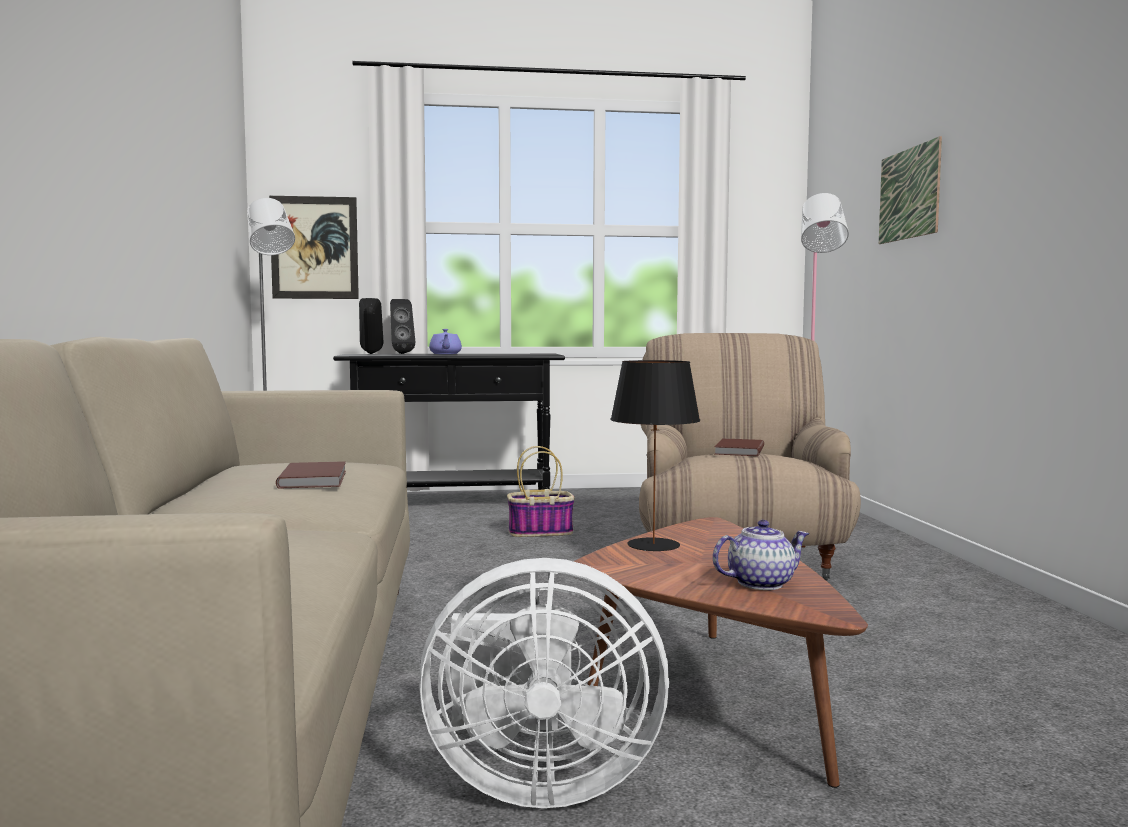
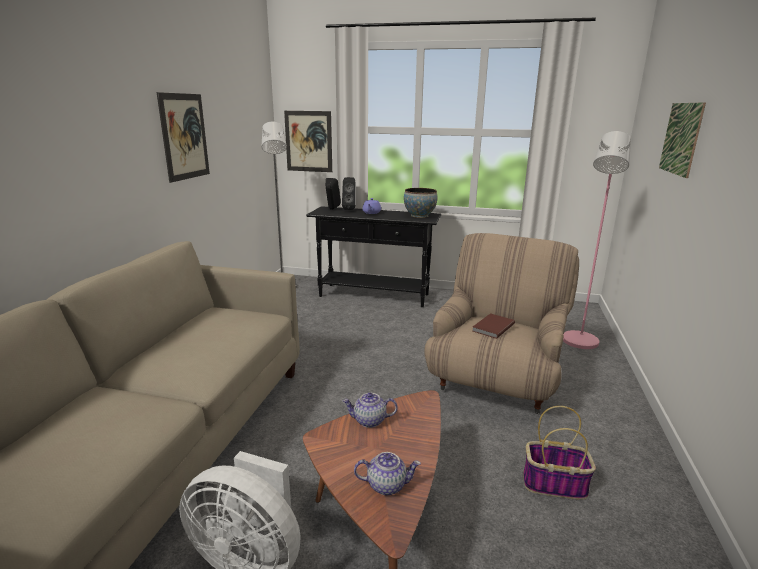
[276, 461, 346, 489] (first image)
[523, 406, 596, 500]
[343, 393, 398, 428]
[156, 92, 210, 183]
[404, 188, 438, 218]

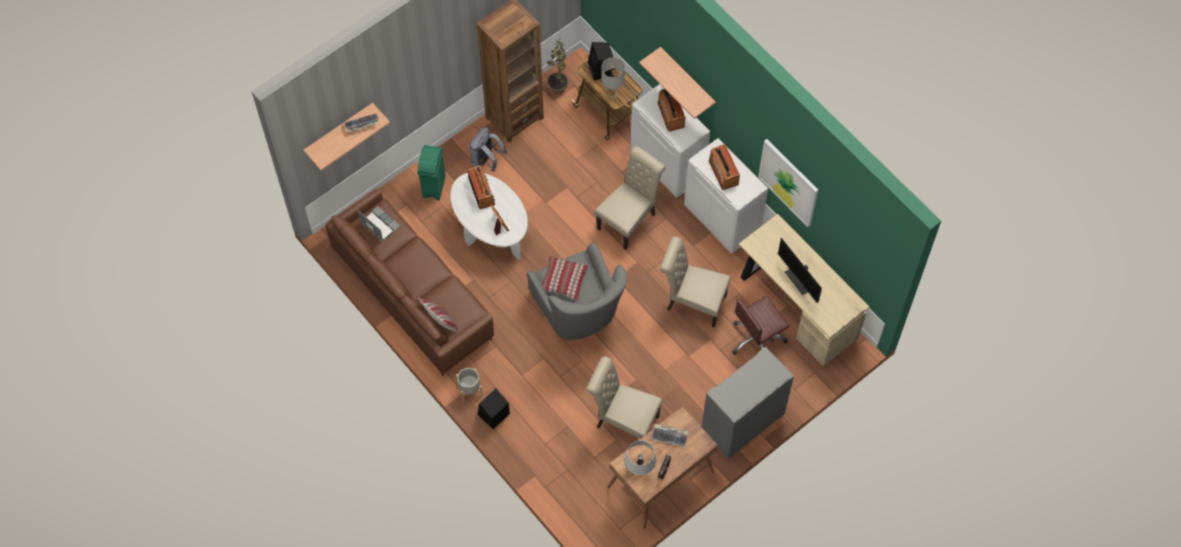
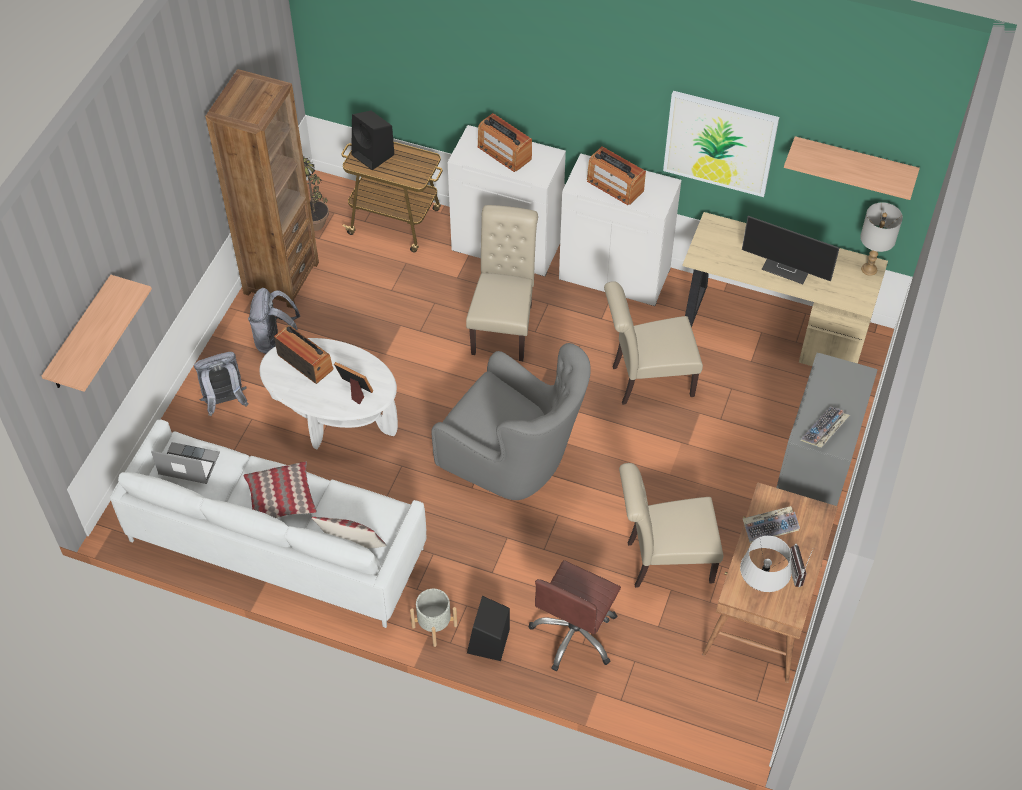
[110, 420, 427, 628]
[801, 406, 850, 448]
[194, 352, 248, 416]
[243, 462, 317, 518]
[860, 202, 903, 276]
[784, 136, 920, 200]
[529, 560, 621, 671]

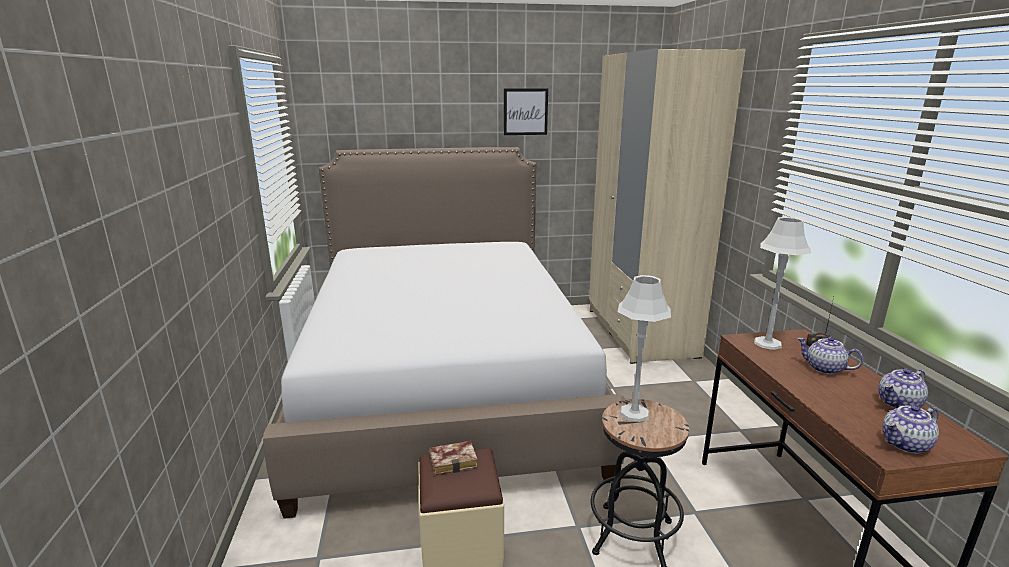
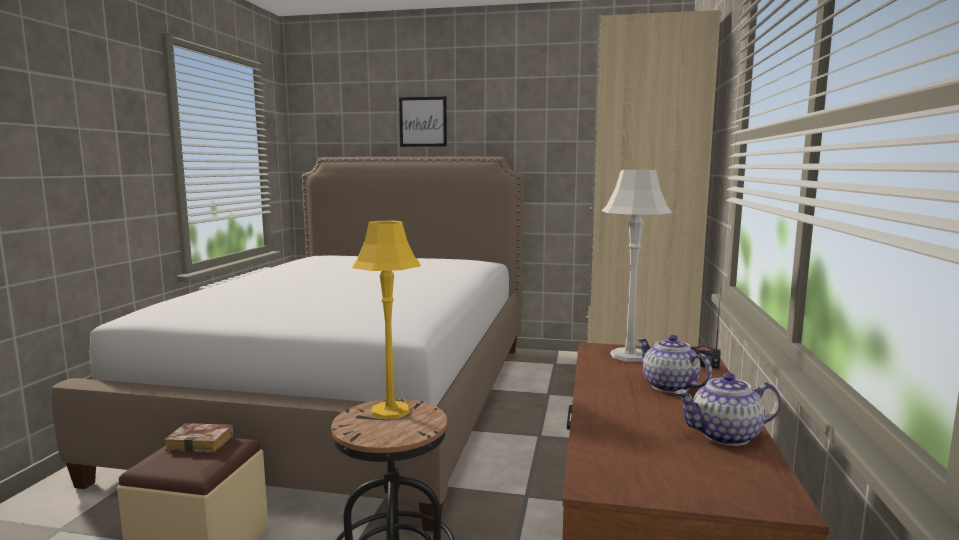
[399, 97, 447, 147]
[352, 221, 421, 419]
[882, 405, 939, 454] (first image)

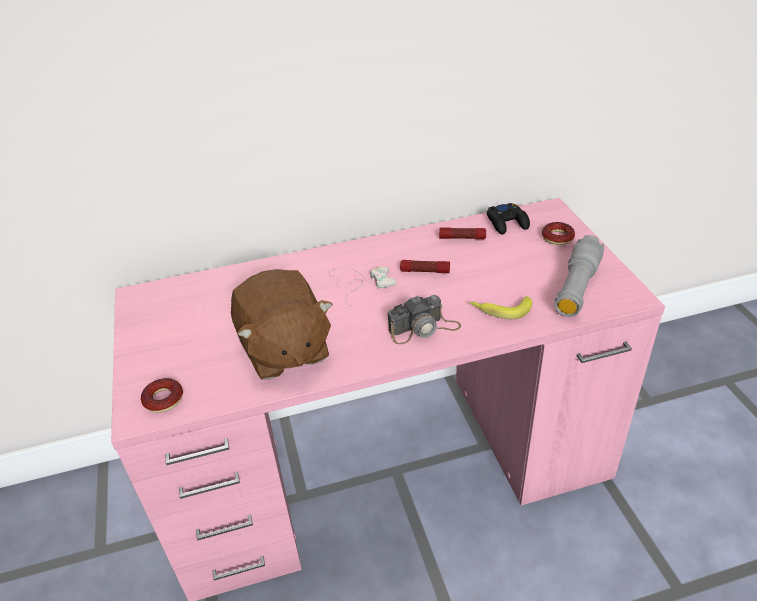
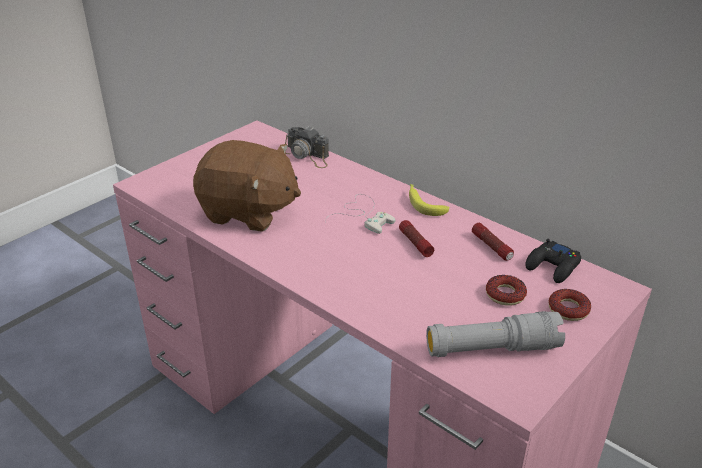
[486, 275, 527, 306]
[193, 140, 301, 232]
[285, 126, 329, 168]
[409, 184, 449, 216]

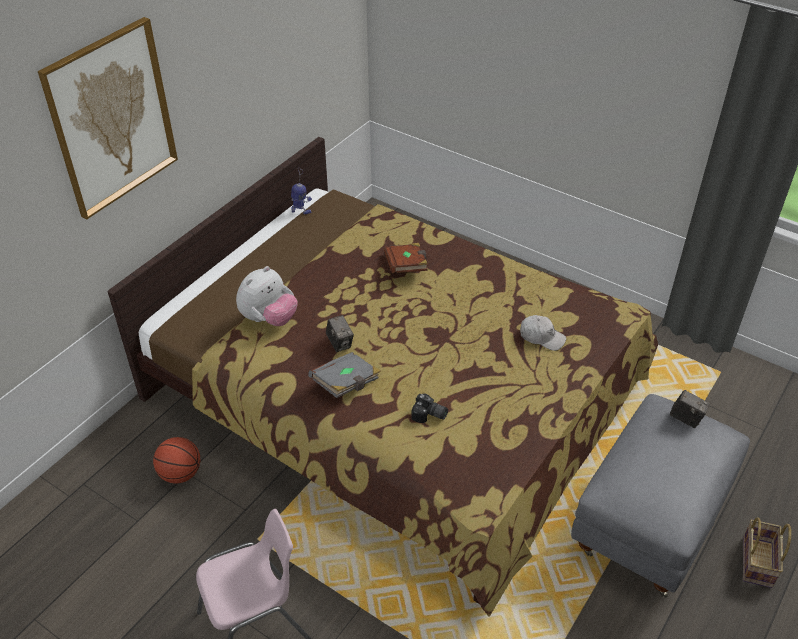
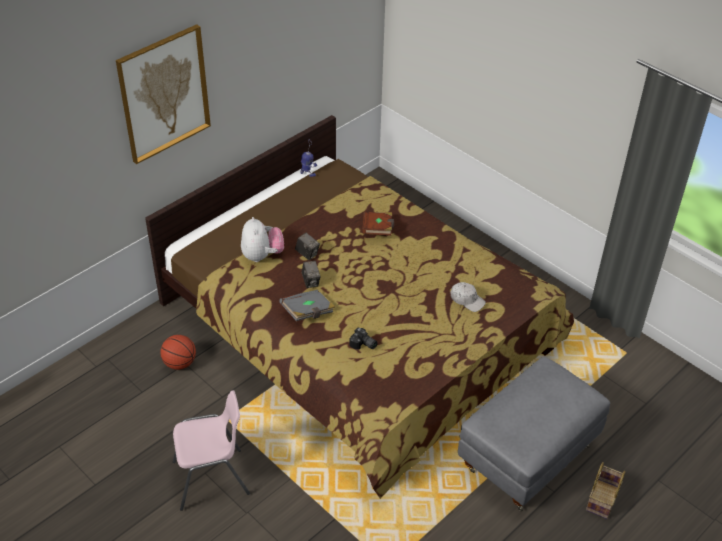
[241, 217, 284, 262]
[295, 233, 320, 260]

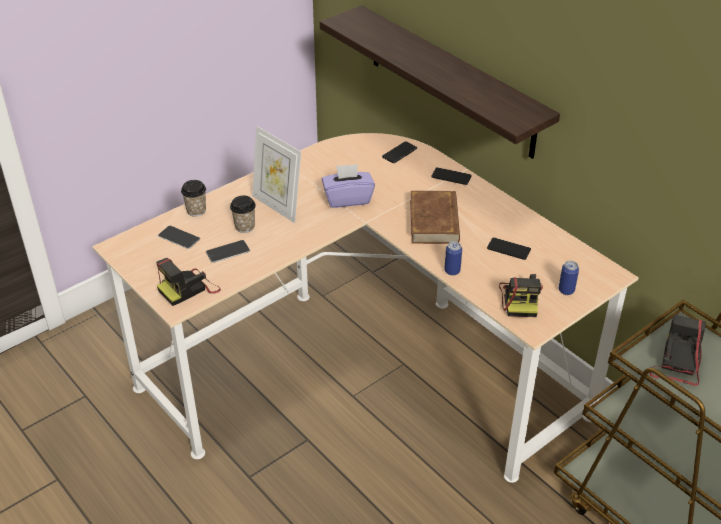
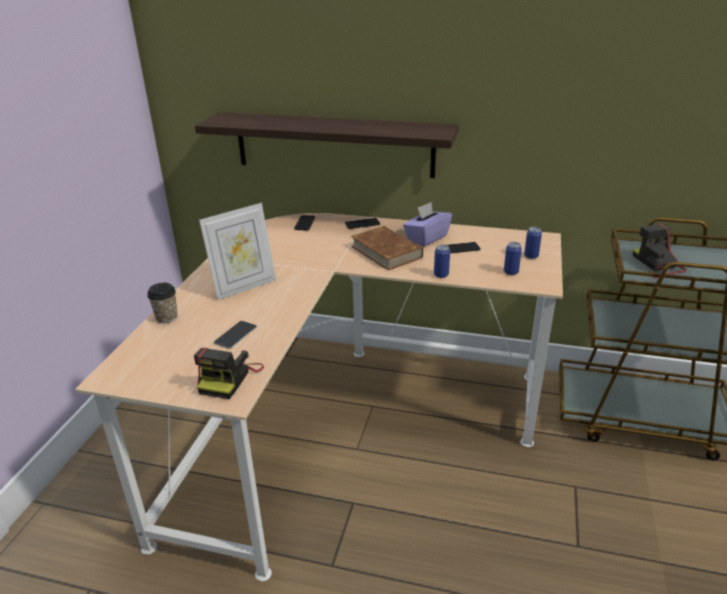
[158, 226, 200, 249] (first image)
[230, 195, 256, 233] (first image)
[199, 203, 276, 300]
[403, 202, 452, 247]
[504, 242, 522, 275]

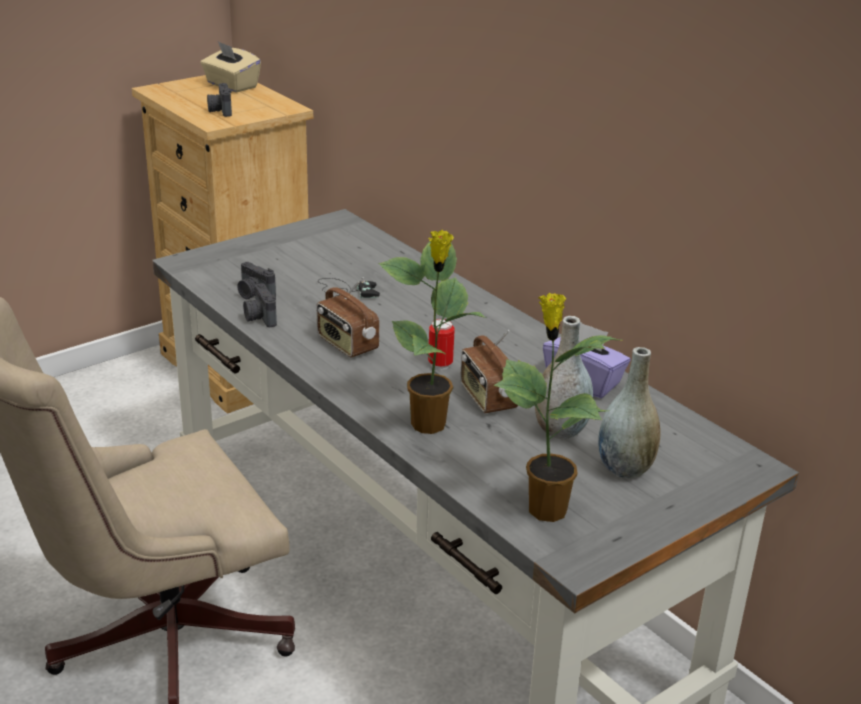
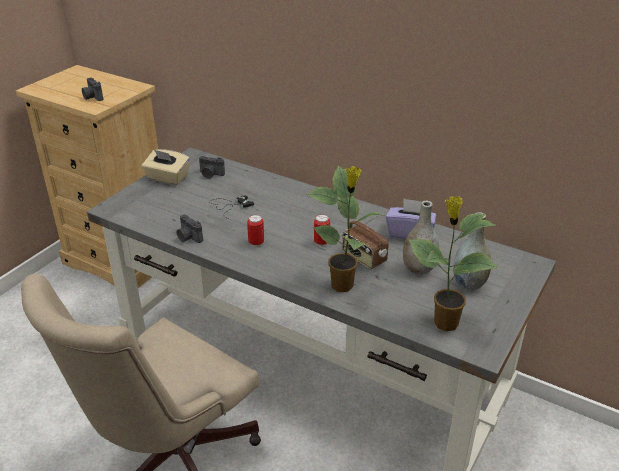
[142, 149, 190, 185]
[199, 156, 225, 179]
[247, 215, 264, 247]

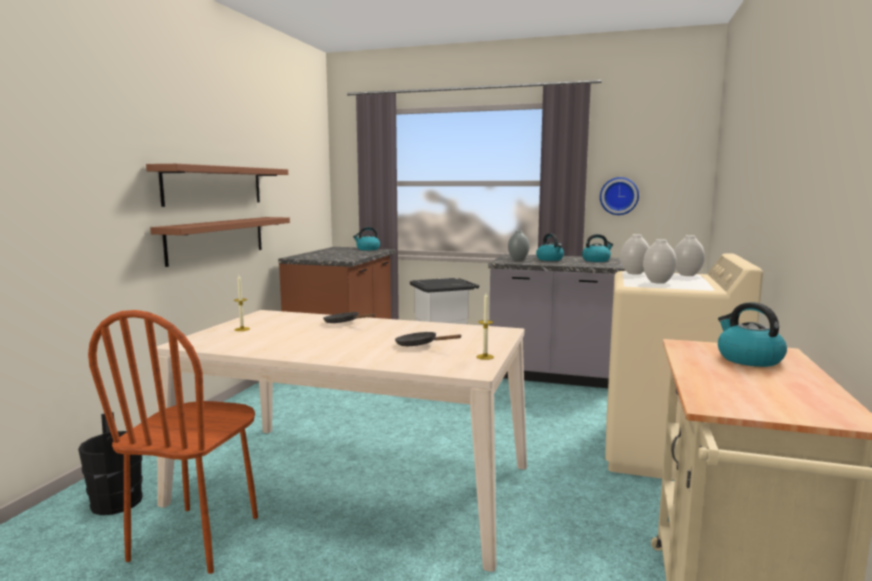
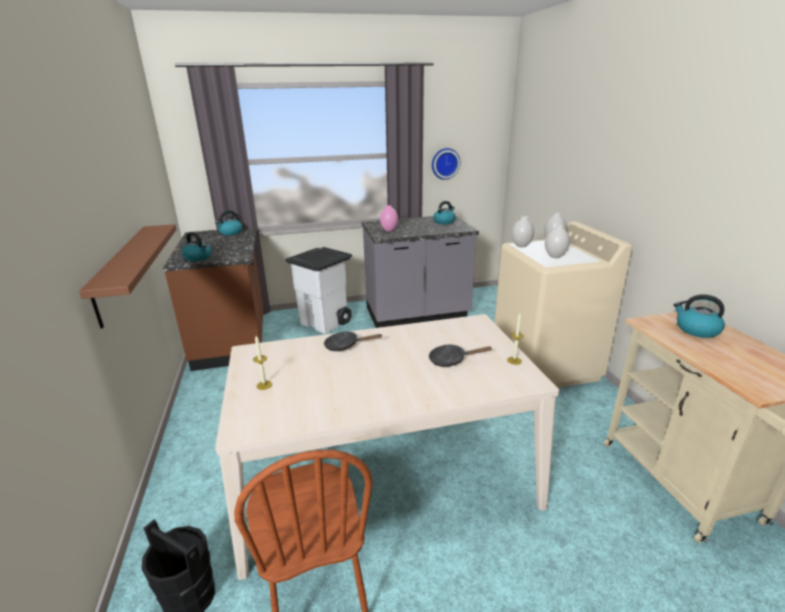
[146, 164, 288, 207] (first image)
[380, 205, 398, 232]
[182, 232, 211, 261]

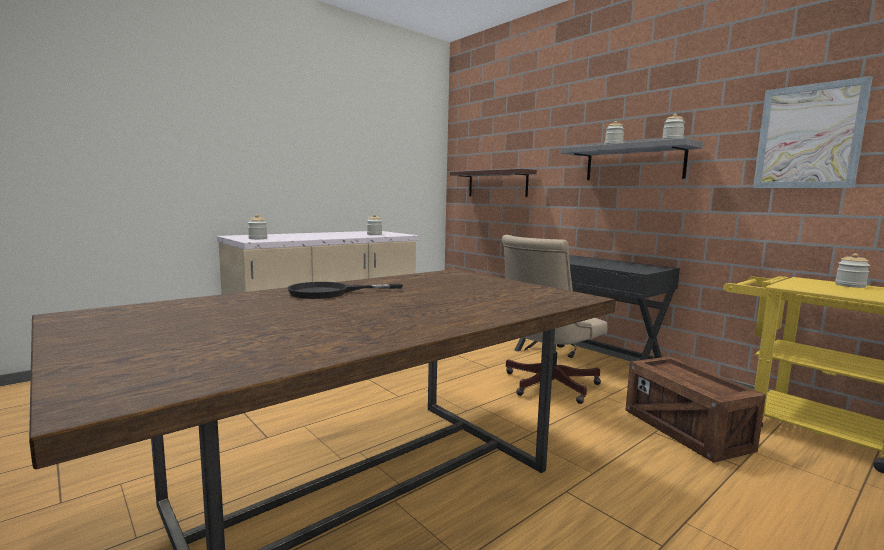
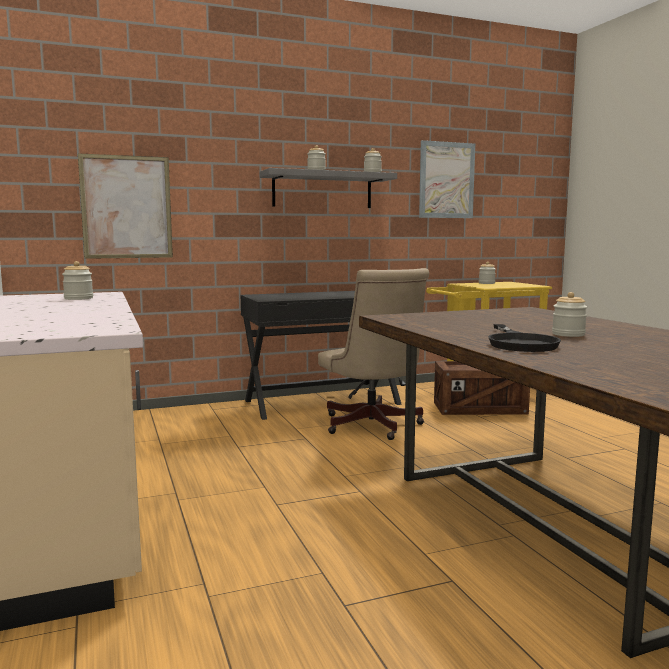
[552, 292, 587, 337]
[78, 153, 173, 259]

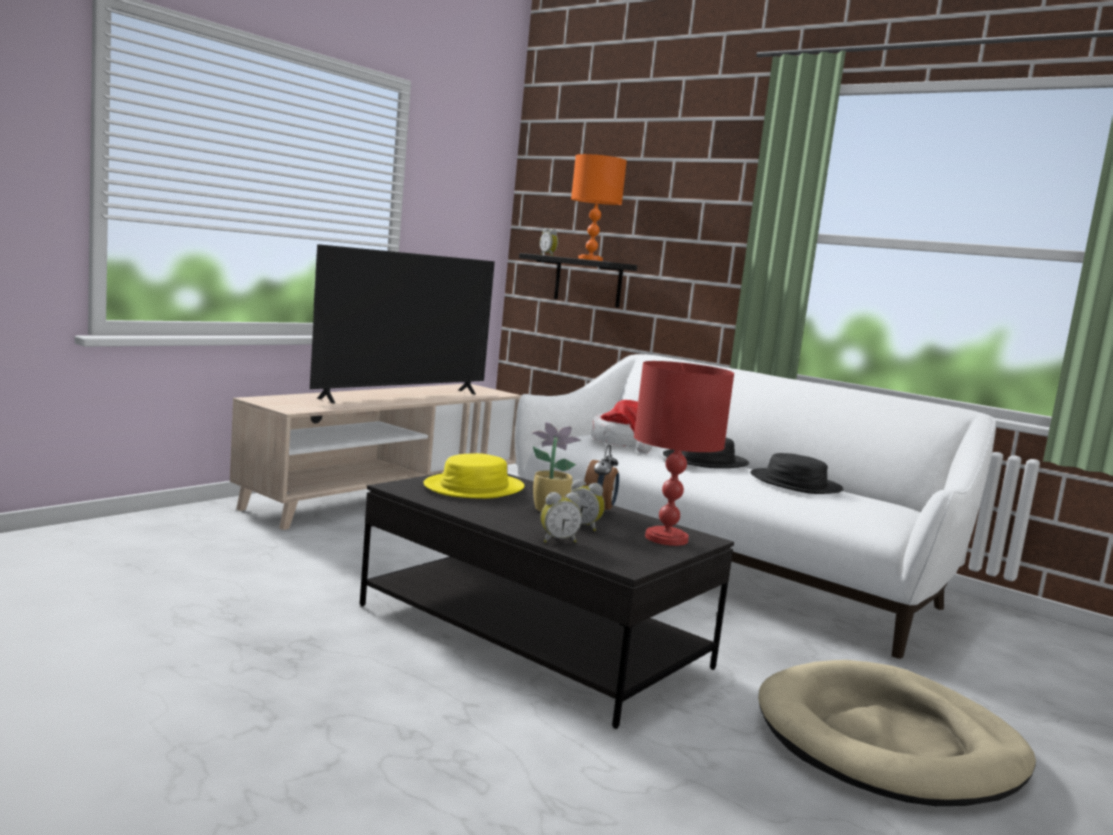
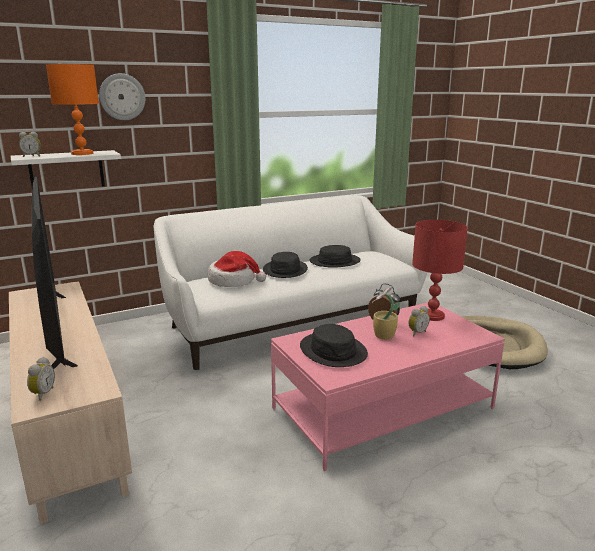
[271, 303, 505, 471]
[300, 324, 368, 367]
[11, 150, 121, 188]
[27, 357, 55, 401]
[99, 73, 145, 120]

